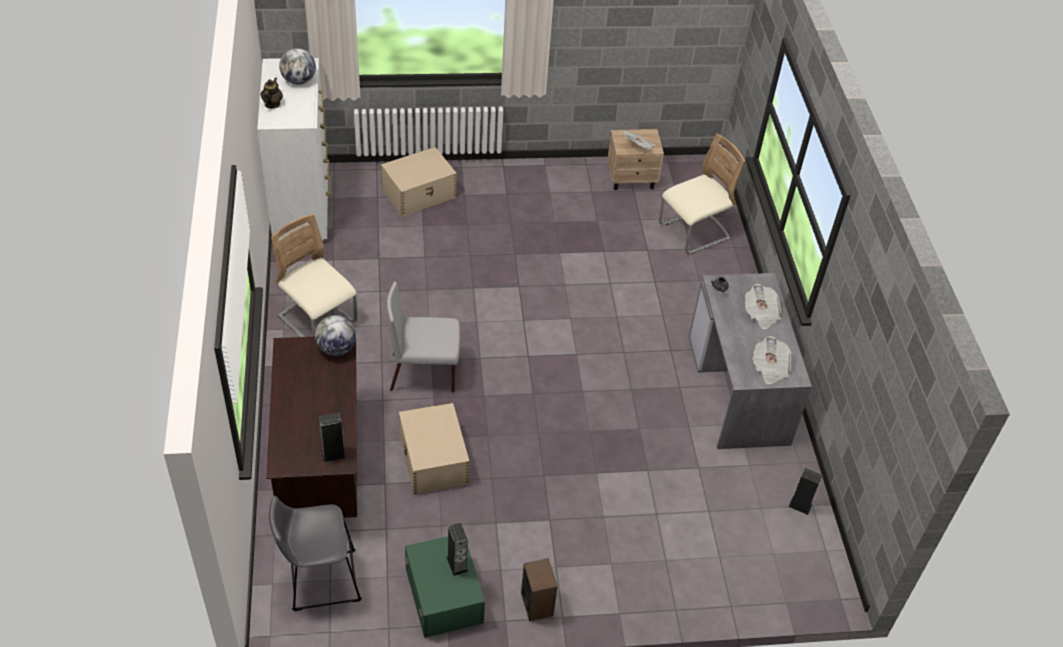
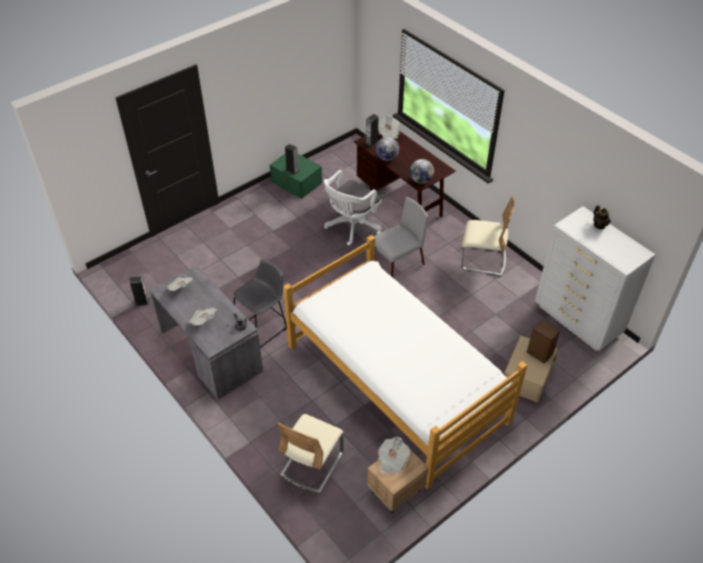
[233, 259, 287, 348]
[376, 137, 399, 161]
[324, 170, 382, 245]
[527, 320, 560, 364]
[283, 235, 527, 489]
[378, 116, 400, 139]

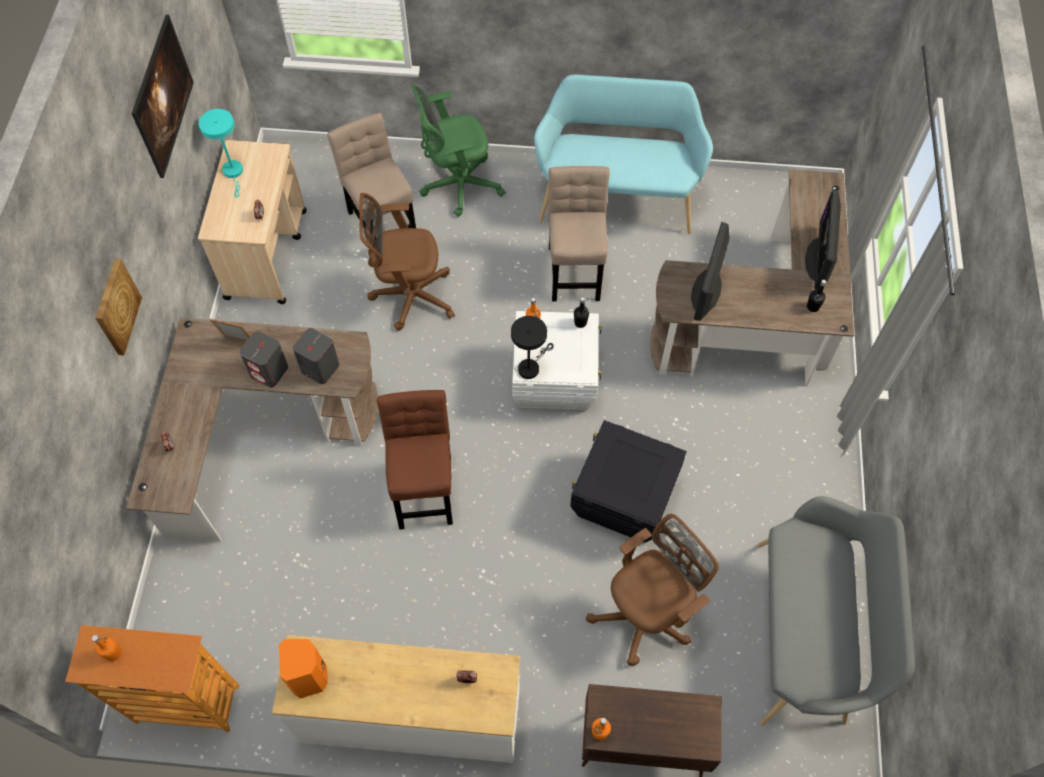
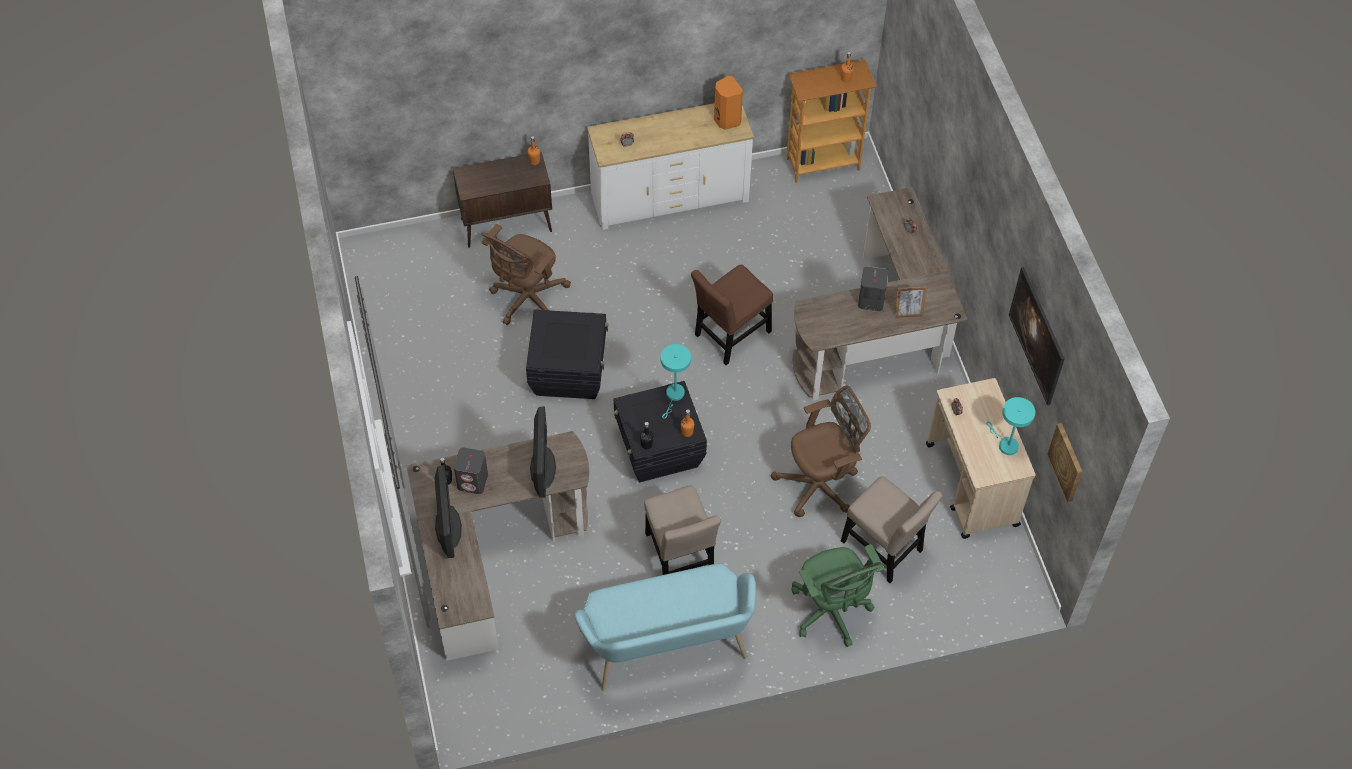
[1048, 423, 1083, 502]
[454, 447, 488, 494]
[691, 264, 773, 365]
[792, 544, 884, 647]
[661, 344, 691, 419]
[613, 381, 707, 482]
[758, 496, 915, 725] (first image)

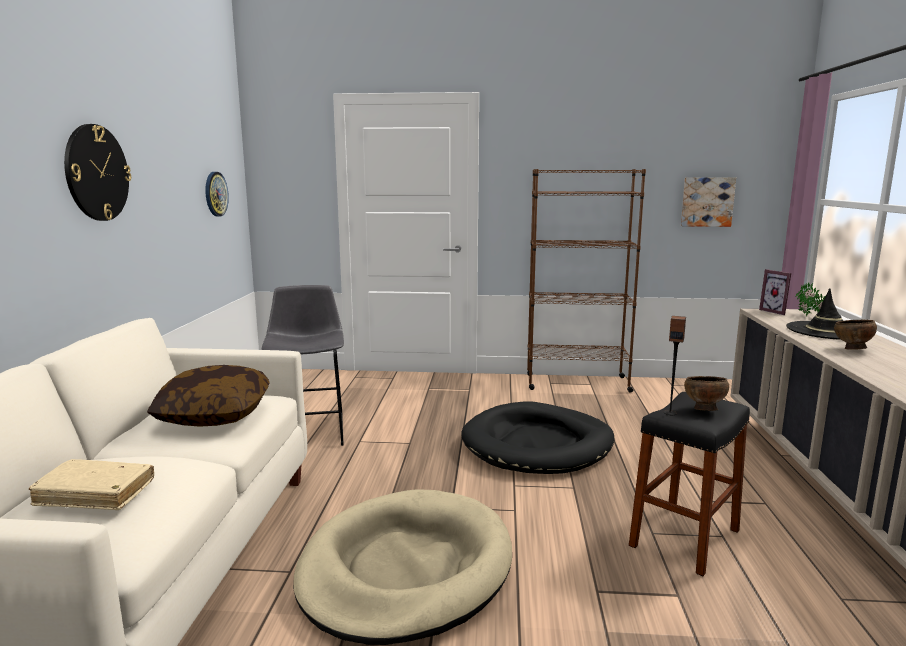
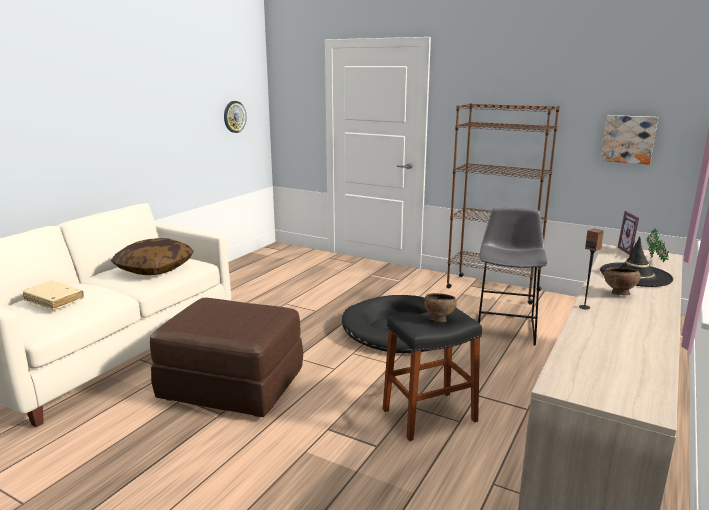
[64, 124, 131, 221] (first image)
[478, 207, 547, 346]
[150, 298, 303, 417]
[579, 228, 604, 310]

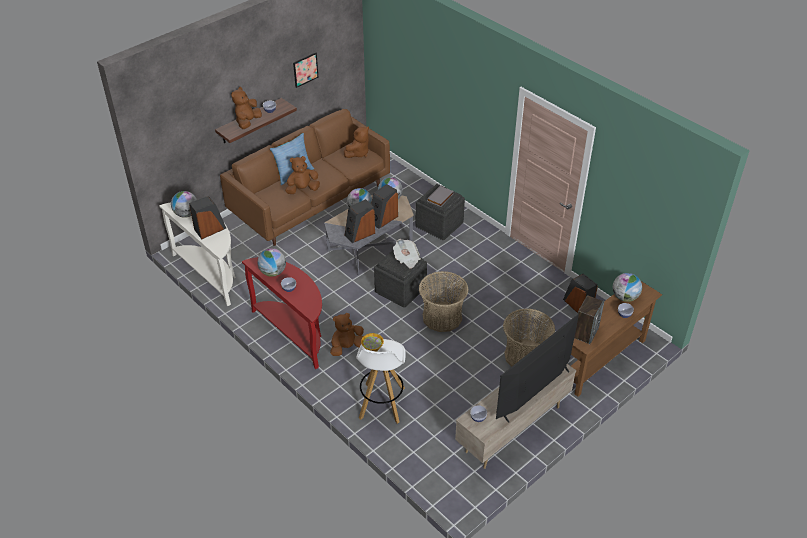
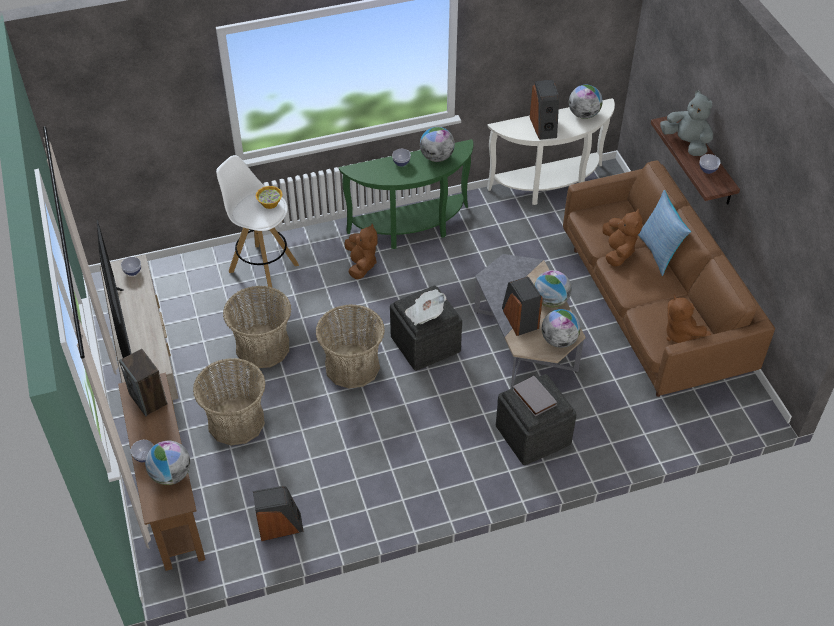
[660, 90, 713, 156]
[339, 139, 473, 249]
[293, 53, 318, 88] (first image)
[345, 199, 375, 243] (first image)
[223, 286, 292, 368]

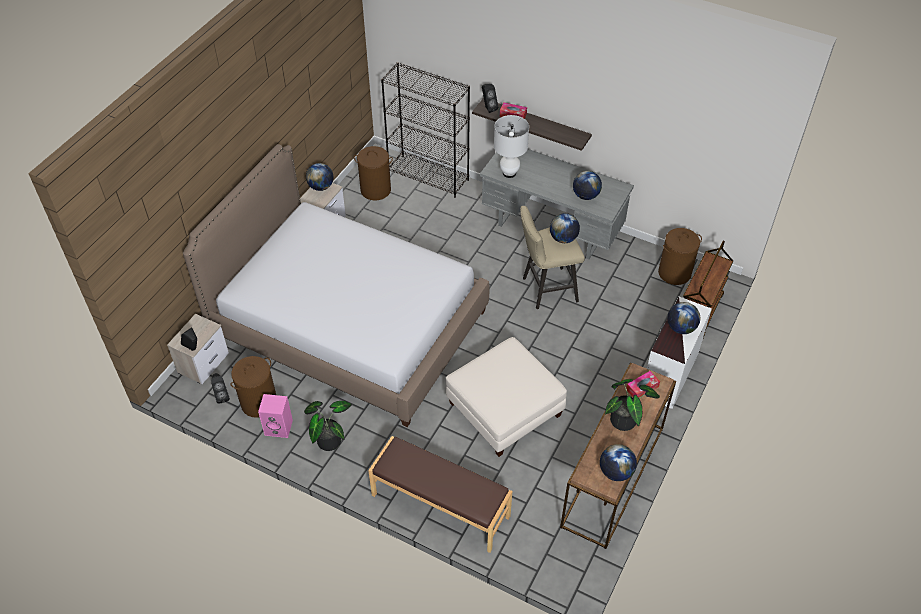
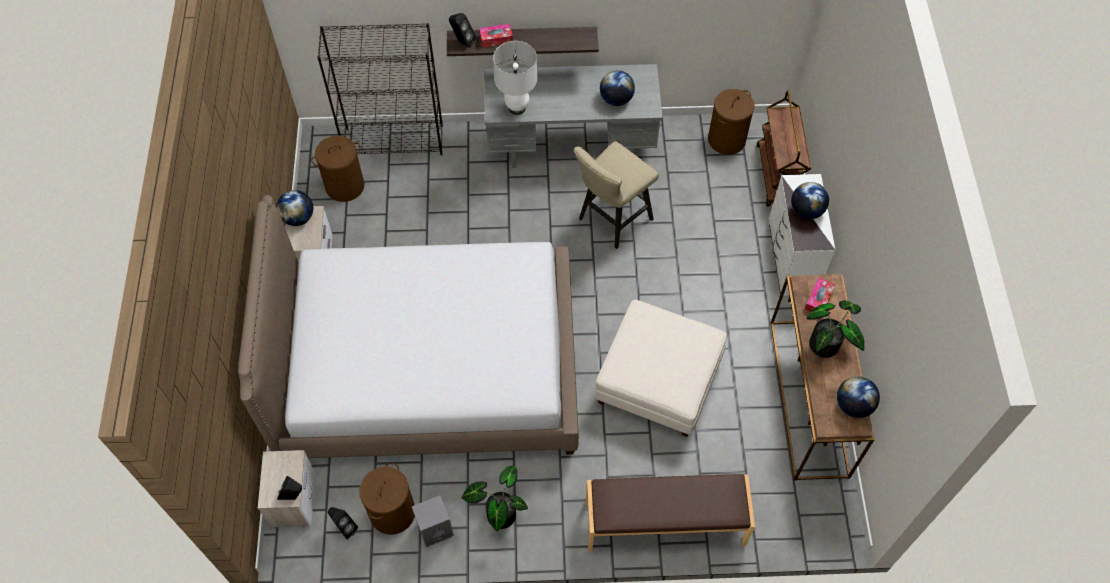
[412, 495, 454, 547]
[550, 213, 580, 243] (first image)

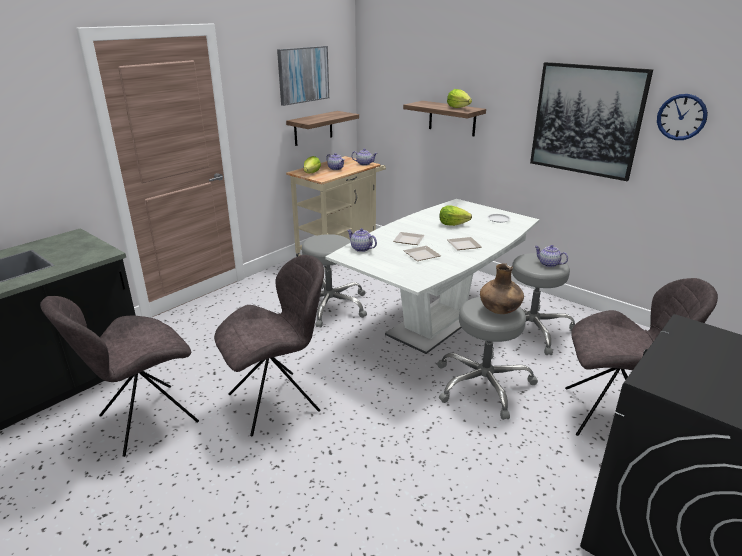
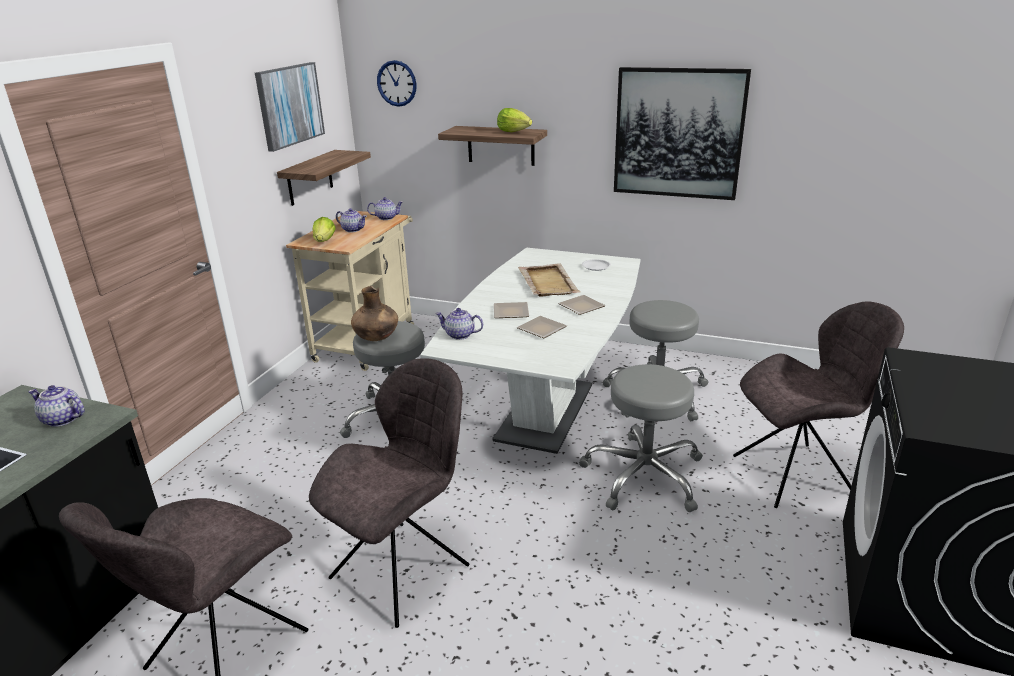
[518, 263, 580, 297]
[351, 286, 398, 341]
[28, 385, 85, 427]
[377, 60, 417, 107]

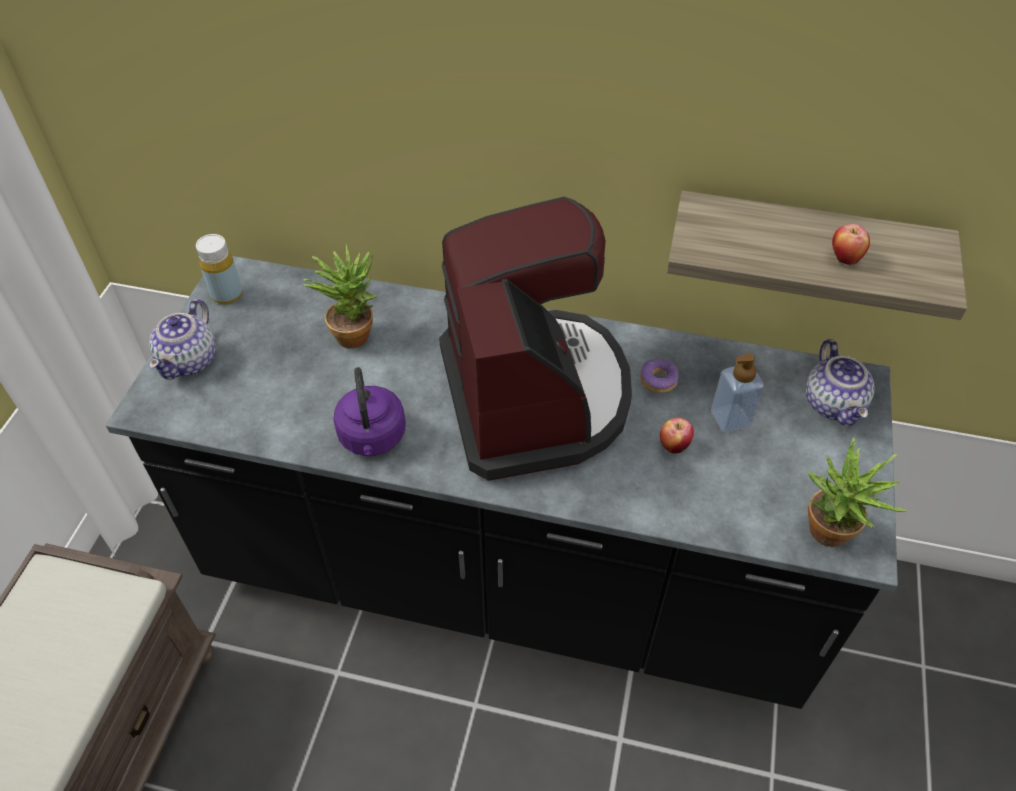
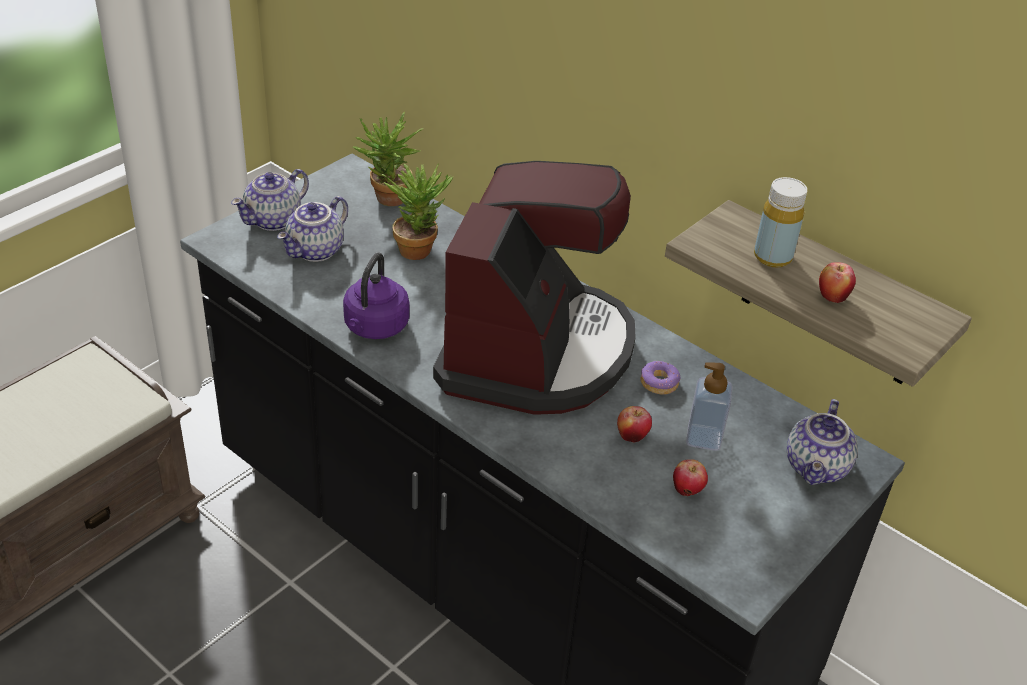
[754, 177, 807, 267]
[353, 112, 423, 206]
[277, 196, 348, 262]
[673, 459, 708, 496]

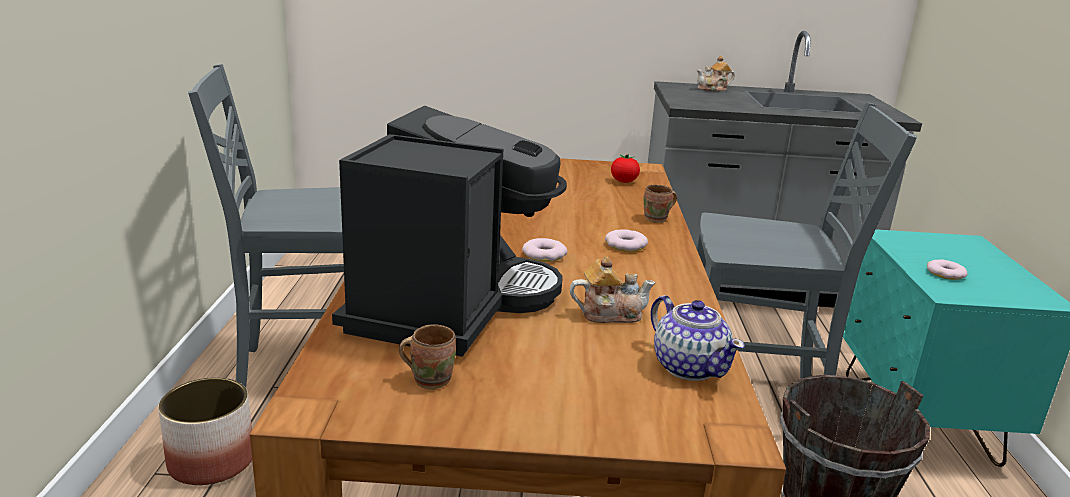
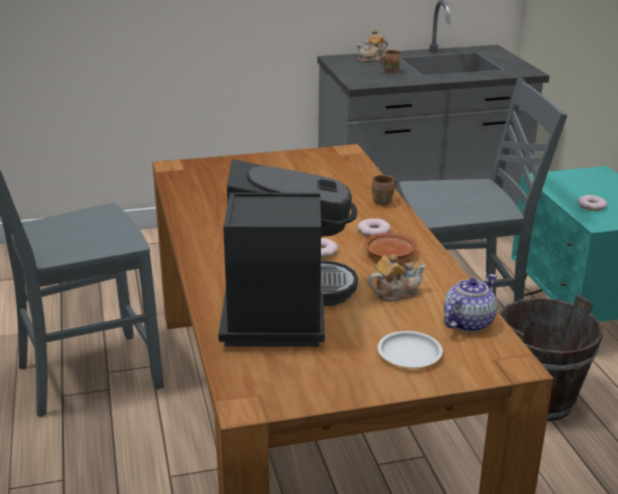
[158, 377, 252, 485] (first image)
[380, 50, 401, 74]
[611, 154, 640, 183] (first image)
[444, 274, 497, 332]
[364, 233, 417, 259]
[378, 331, 443, 368]

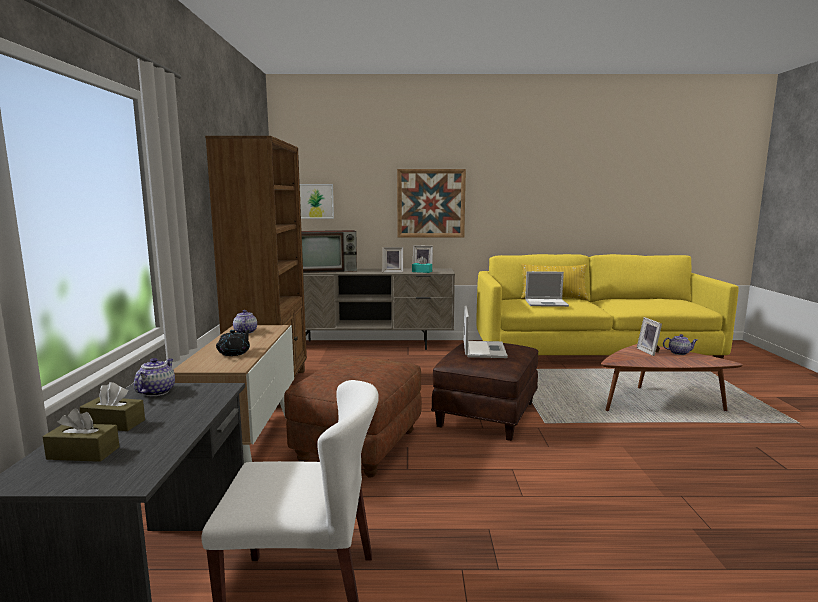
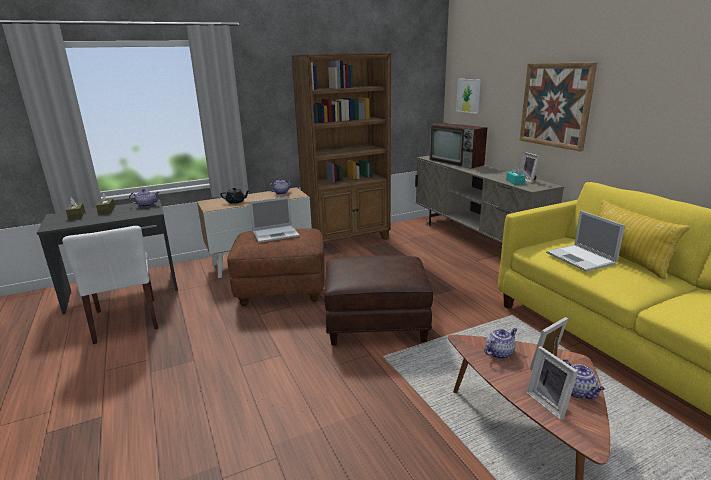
[526, 346, 578, 421]
[249, 197, 300, 243]
[484, 328, 517, 359]

